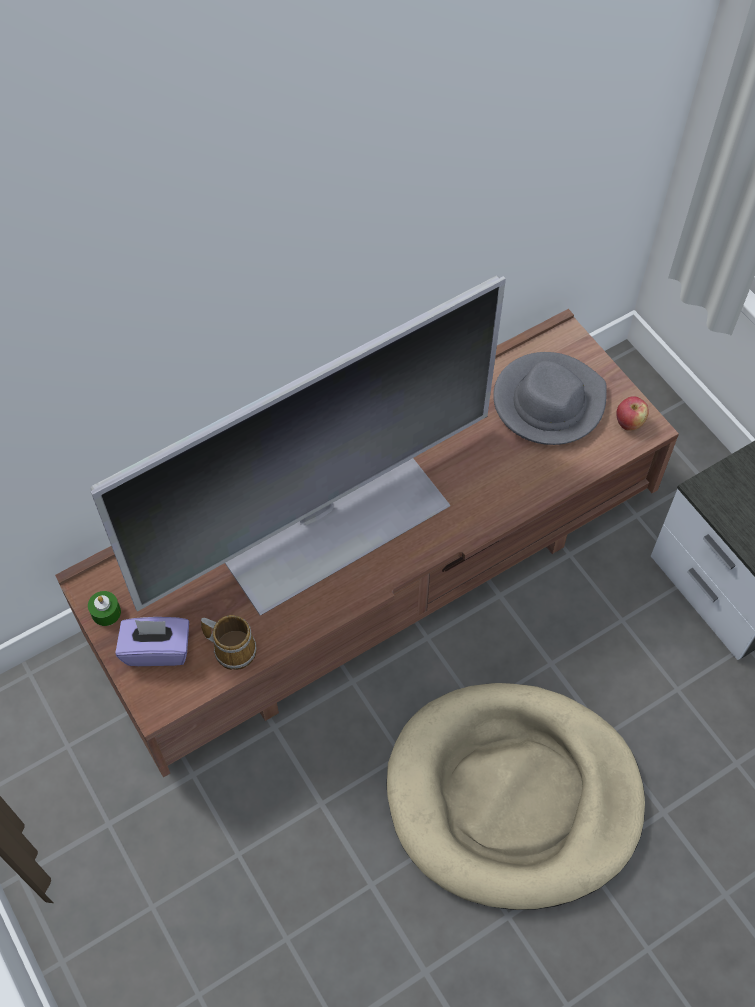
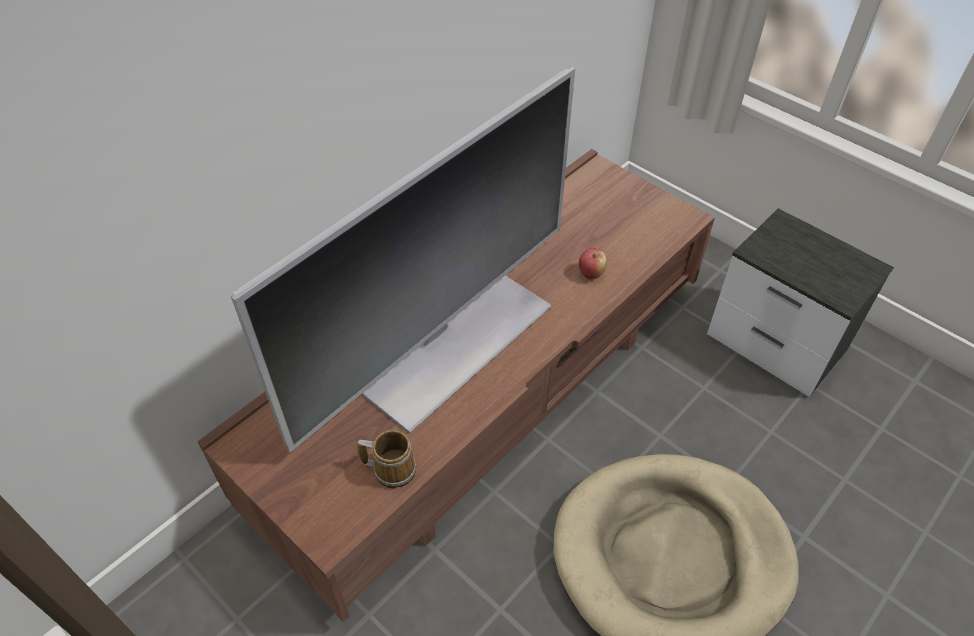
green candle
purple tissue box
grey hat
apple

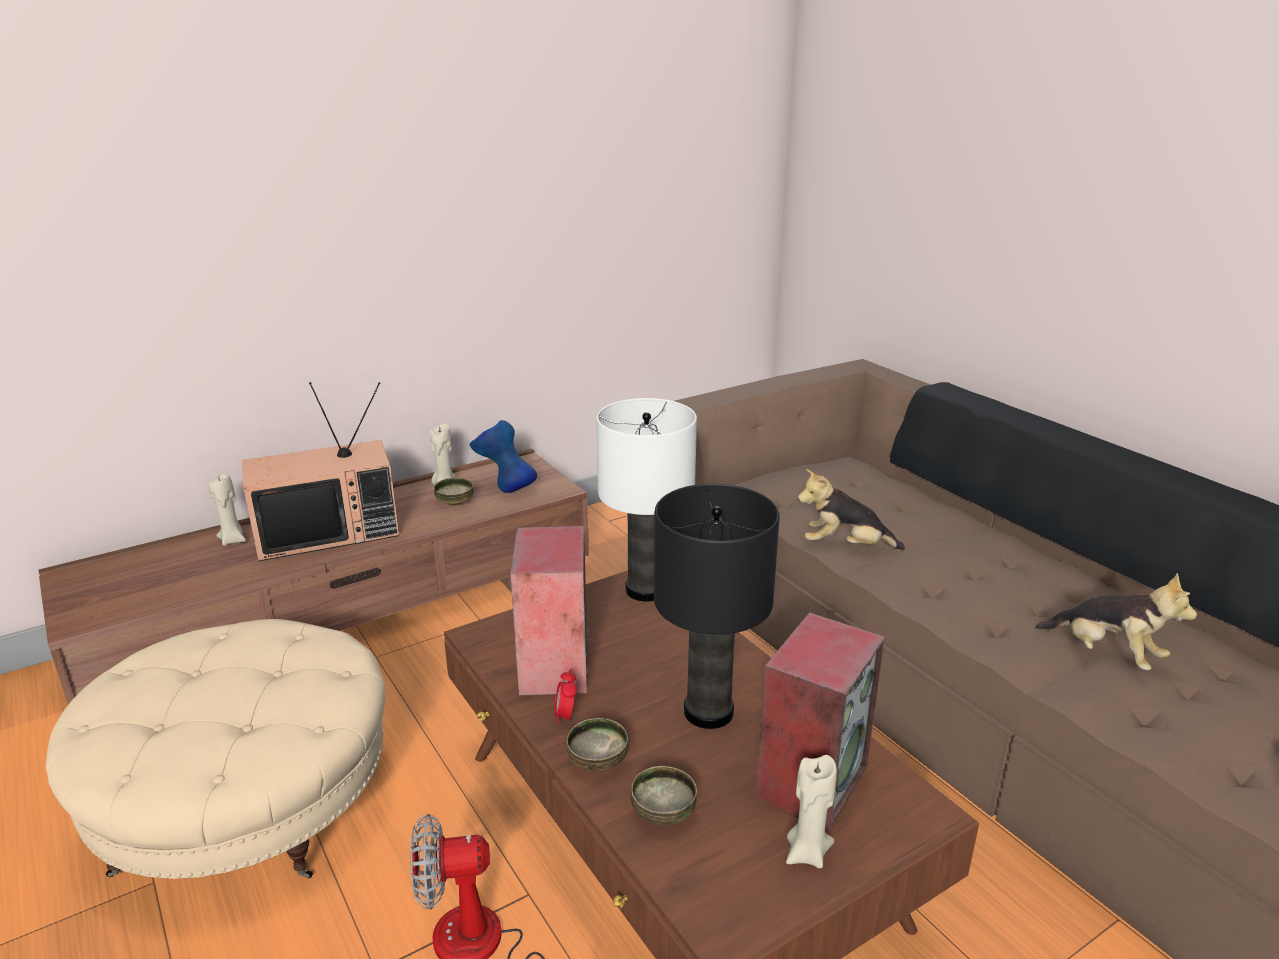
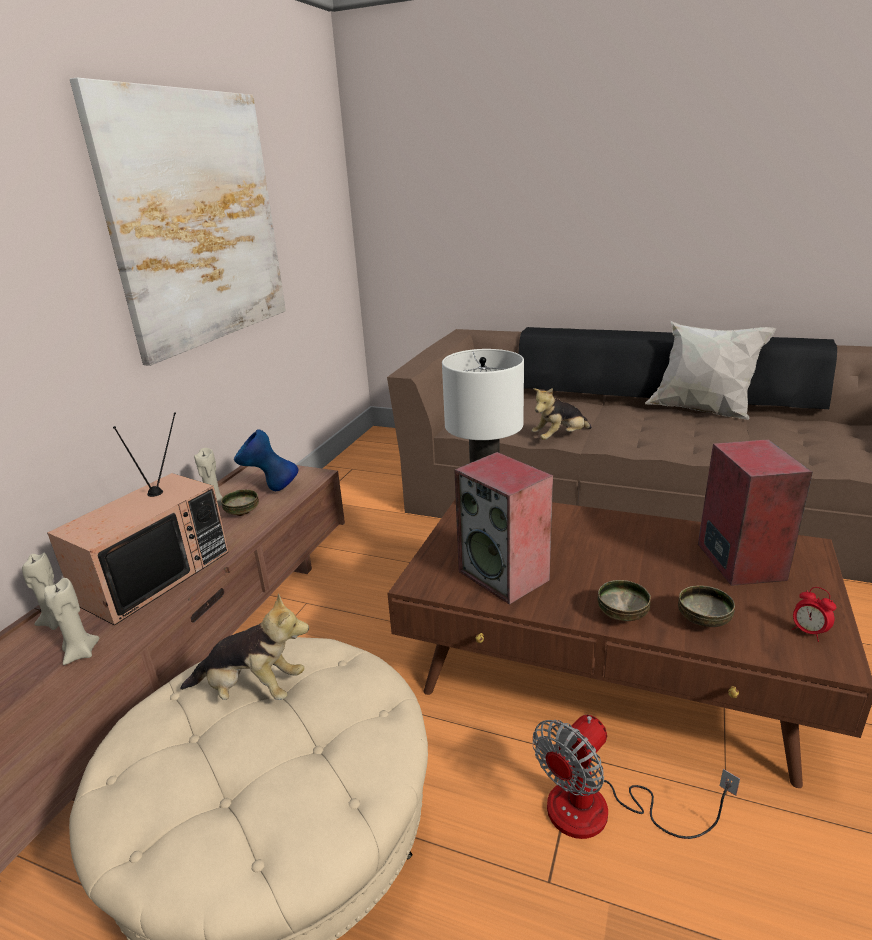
black table lamp
picture
white pillow
alarm clock
beige candle (2nd from left)
plush toy (1st from left)

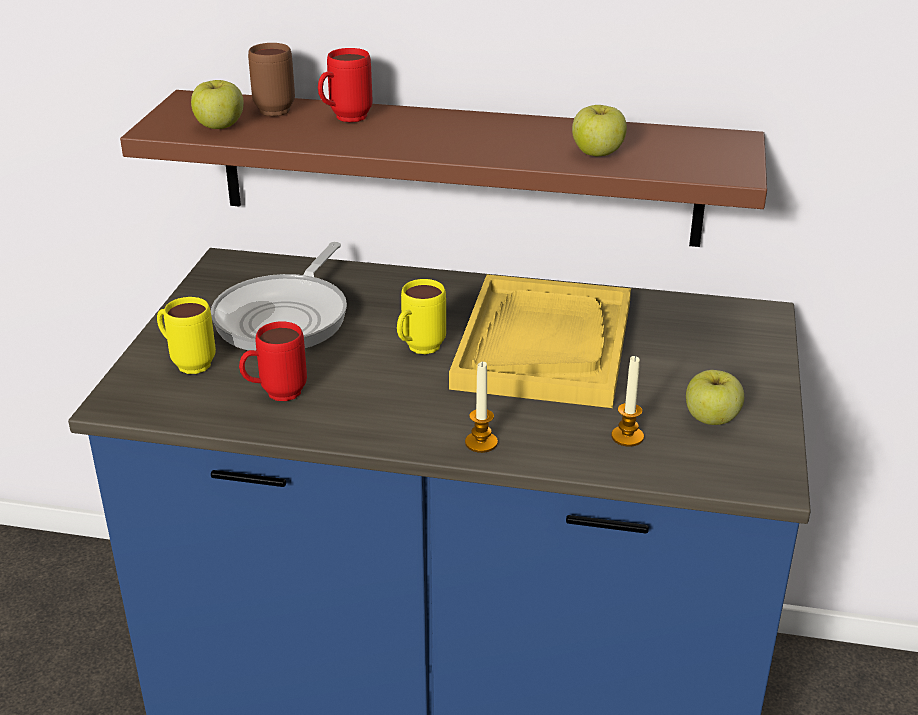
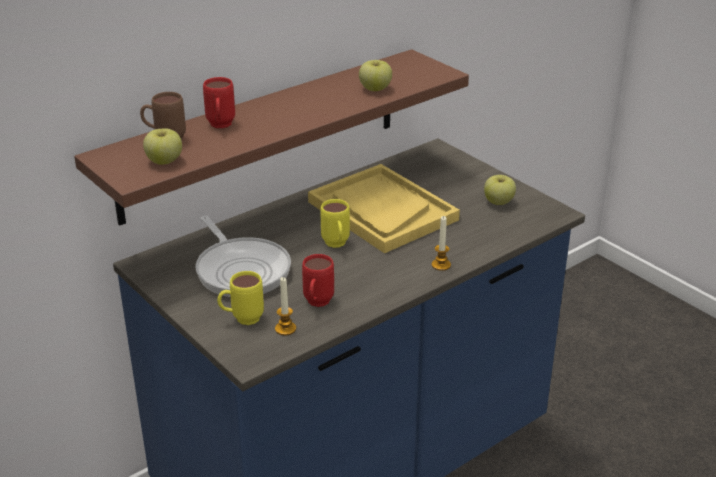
candle (1st from left)

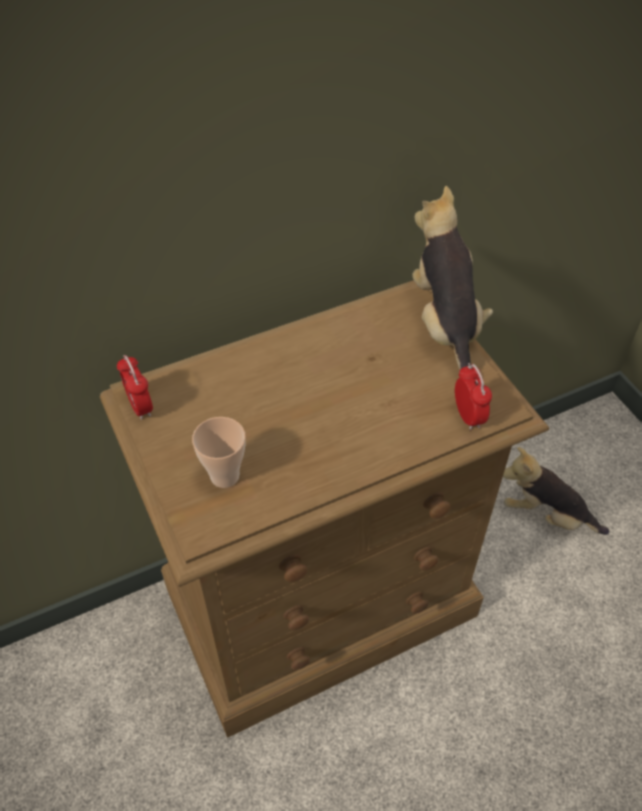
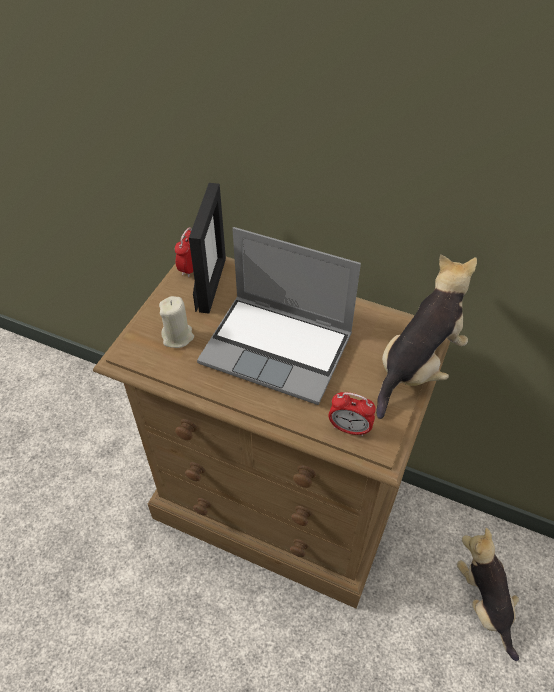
picture frame
laptop
beige candle
alarm clock (2nd from left)

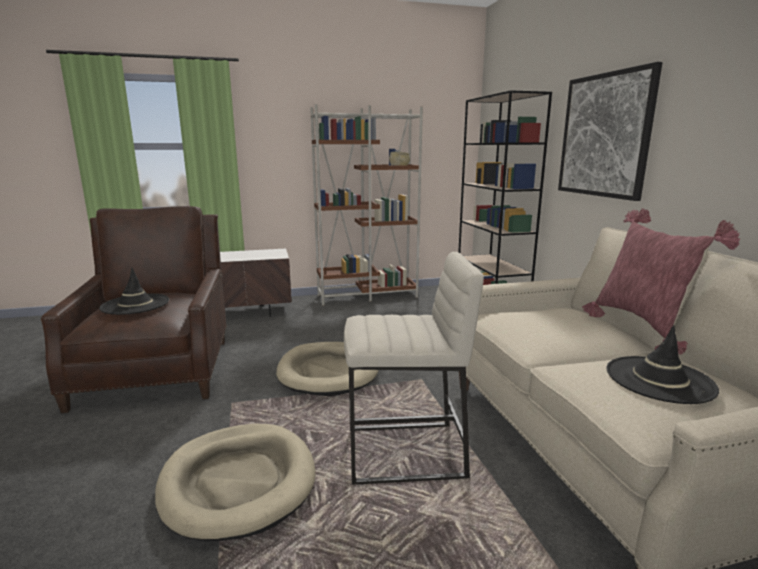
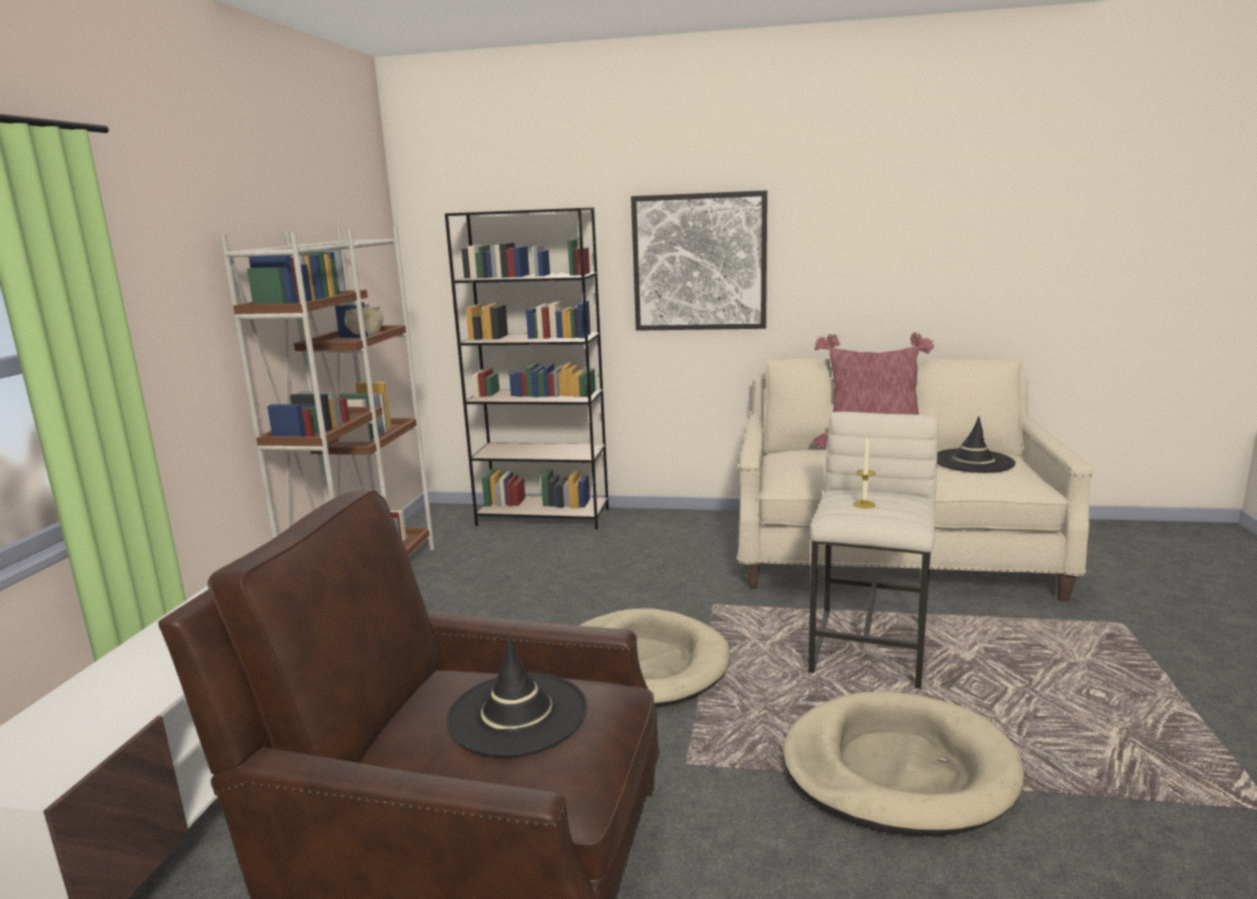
candle

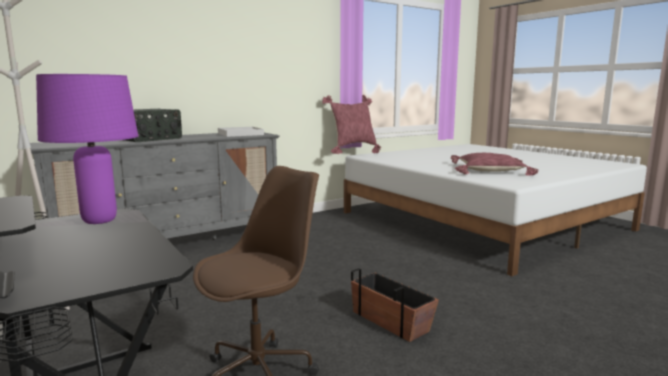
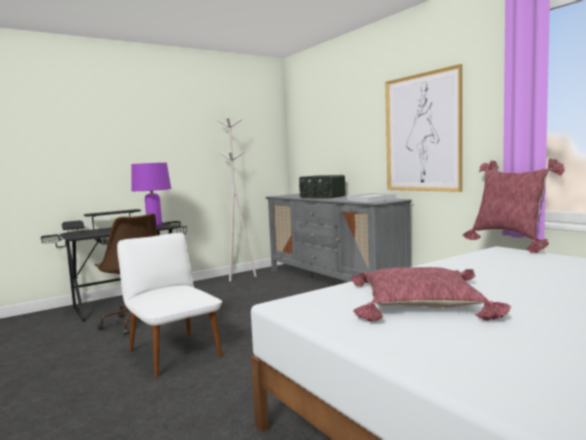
picture
white chair

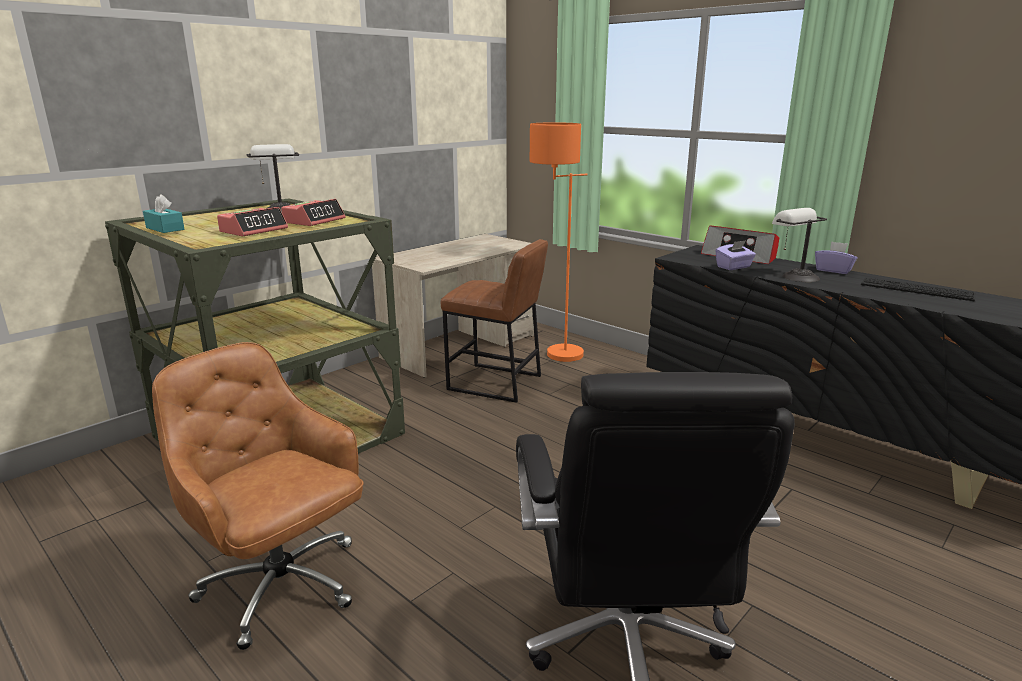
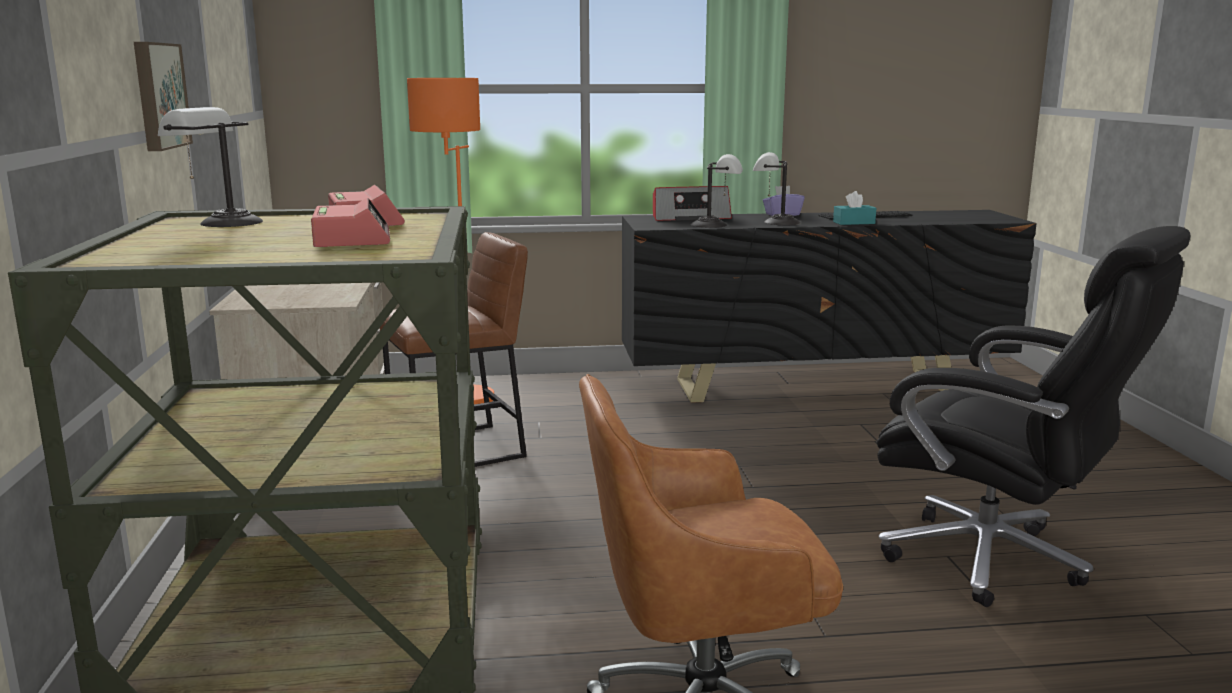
picture
turquoise tissue box
table lamp (2nd from left)

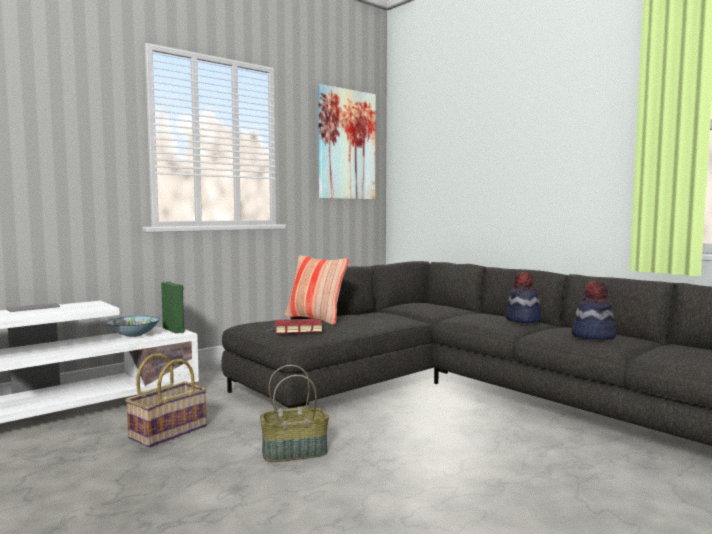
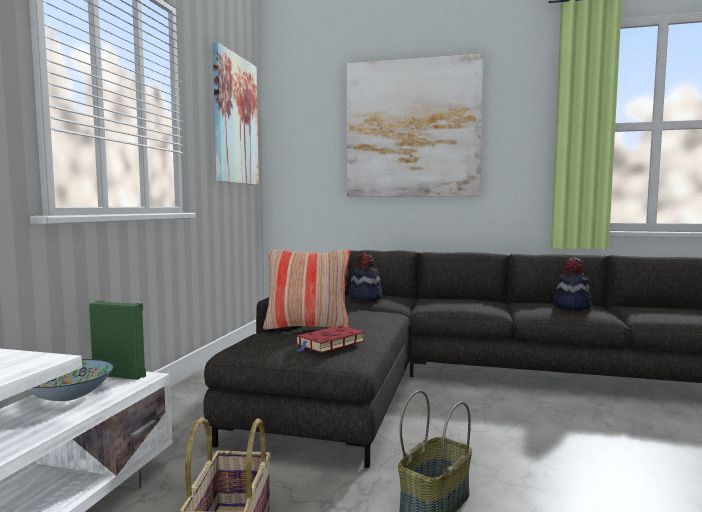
picture (2nd from left)
hat (1st from left)

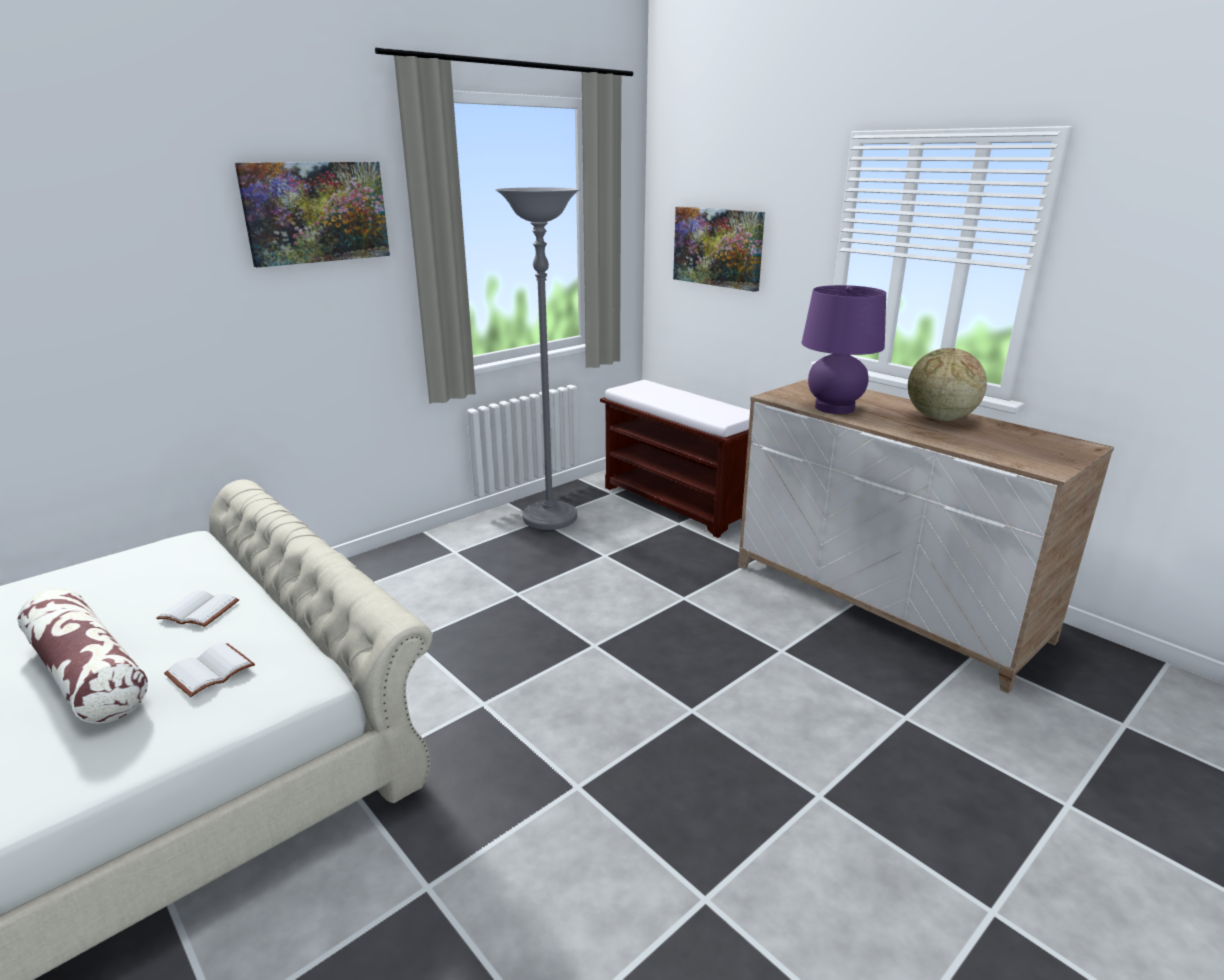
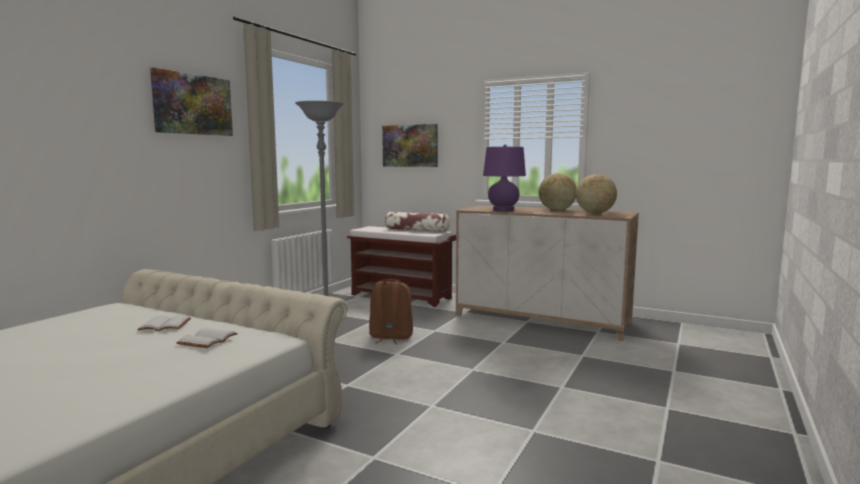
brown backpack
globe (2nd from left)
pillow

